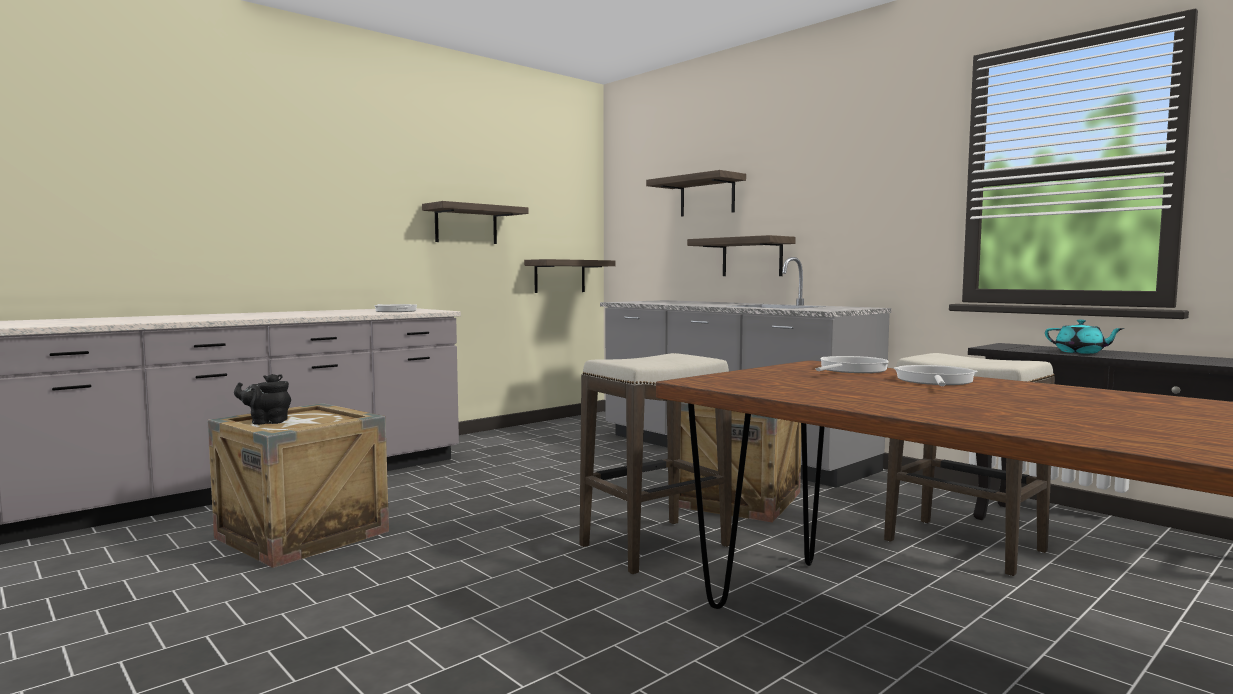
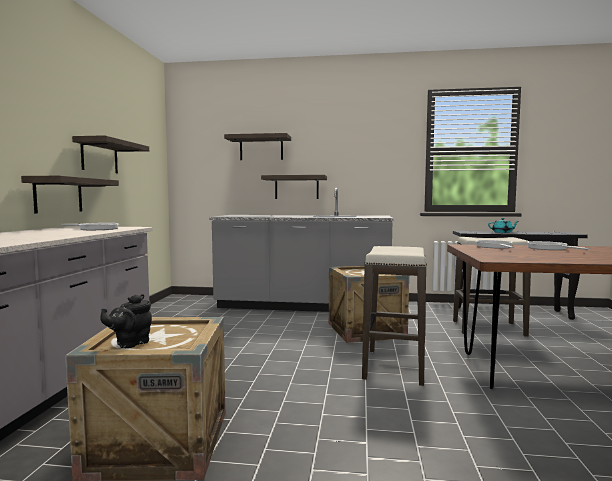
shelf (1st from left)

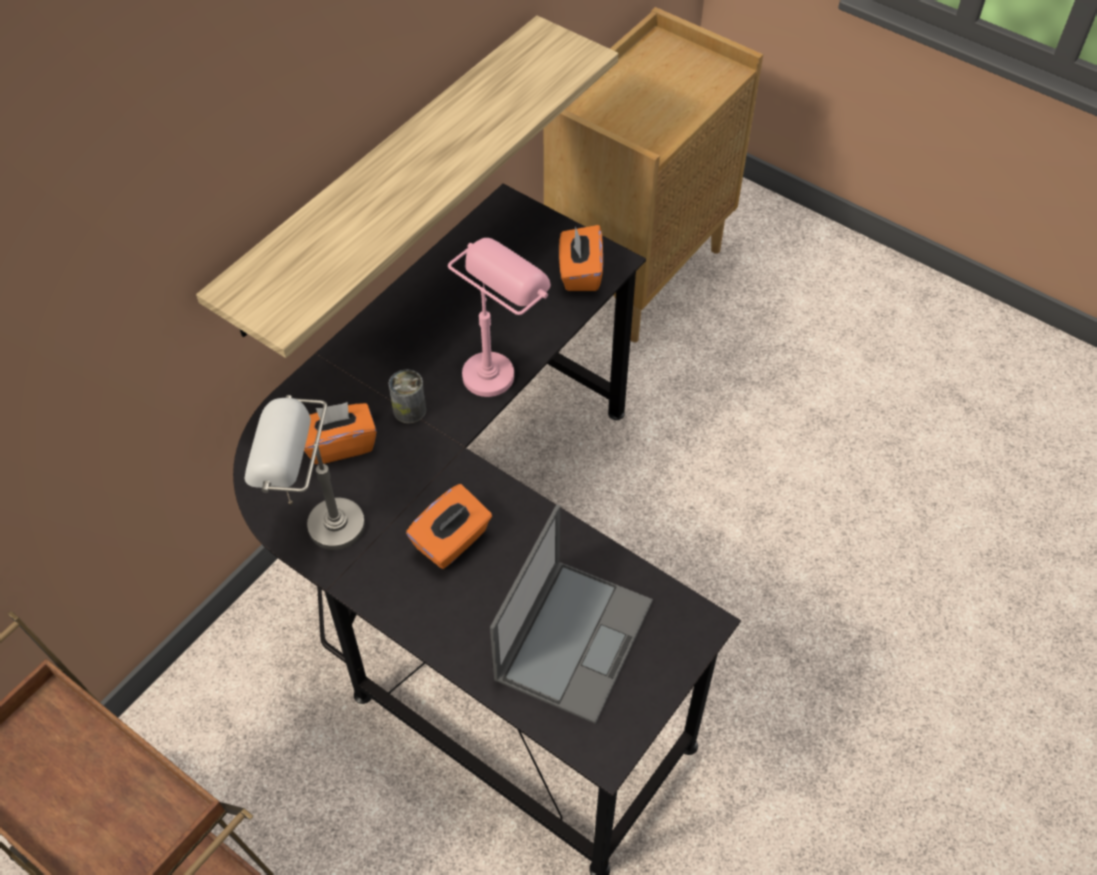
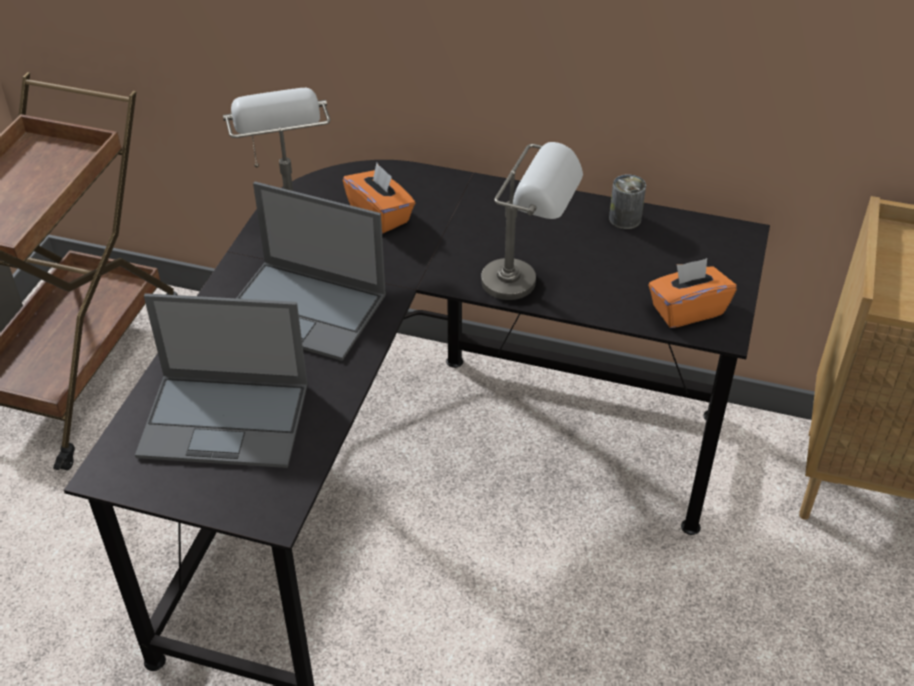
shelf
can
laptop (2nd from left)
grey table lamp (2nd from left)

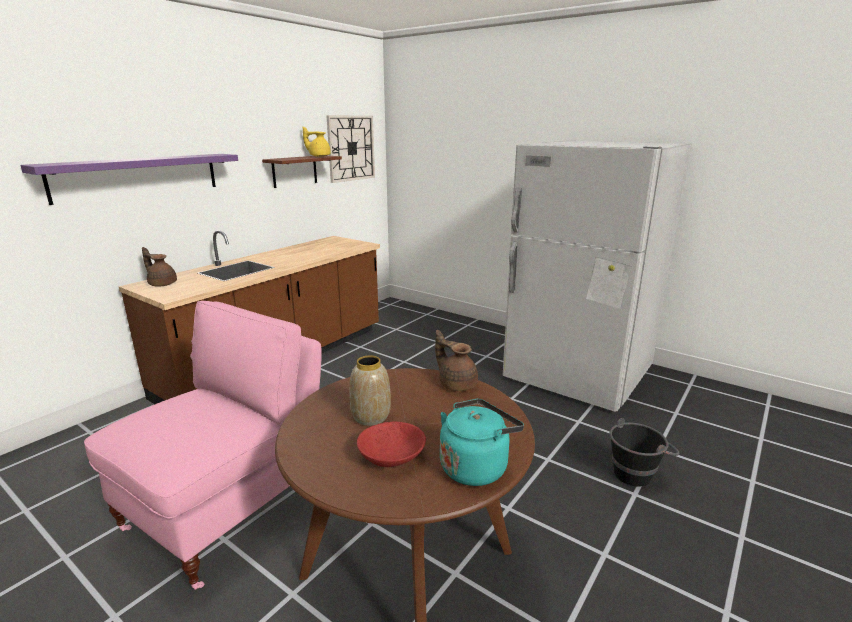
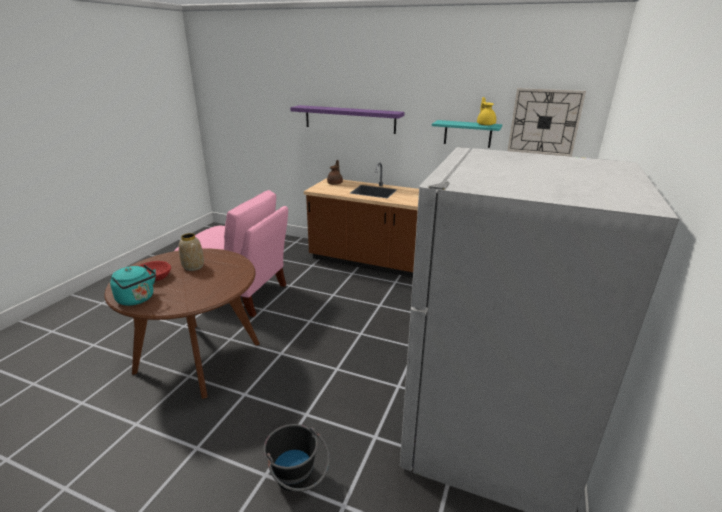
brown teapot (2nd from left in the first image)
turquoise shelf

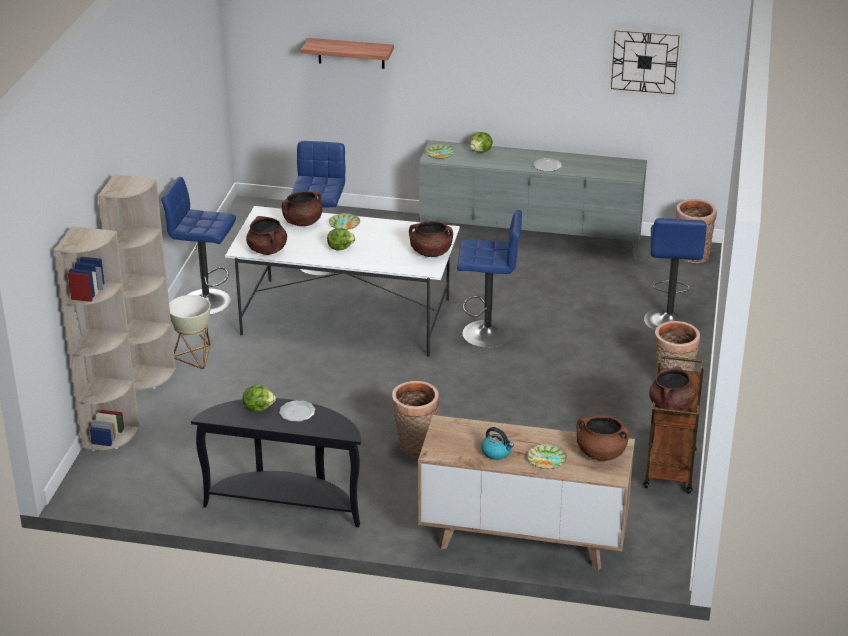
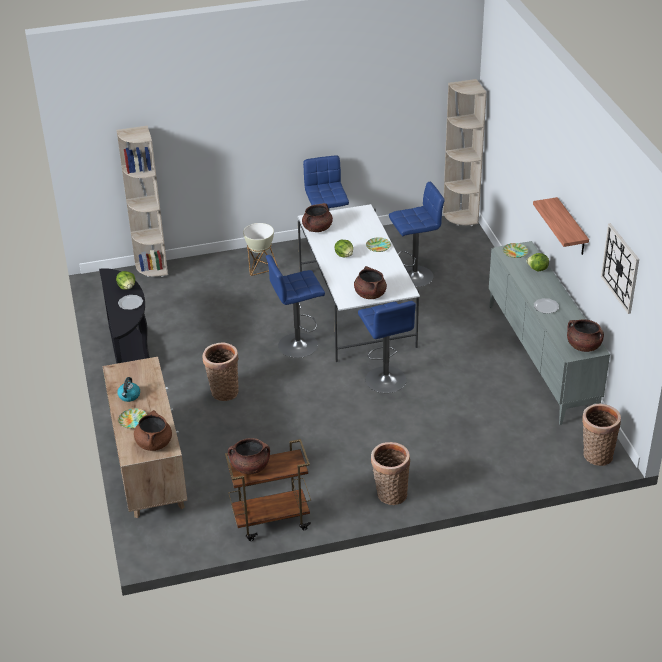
beige bookcase (2nd from left)
brown cooking pot (5th from left)
shelf
blue stool (1st from left)

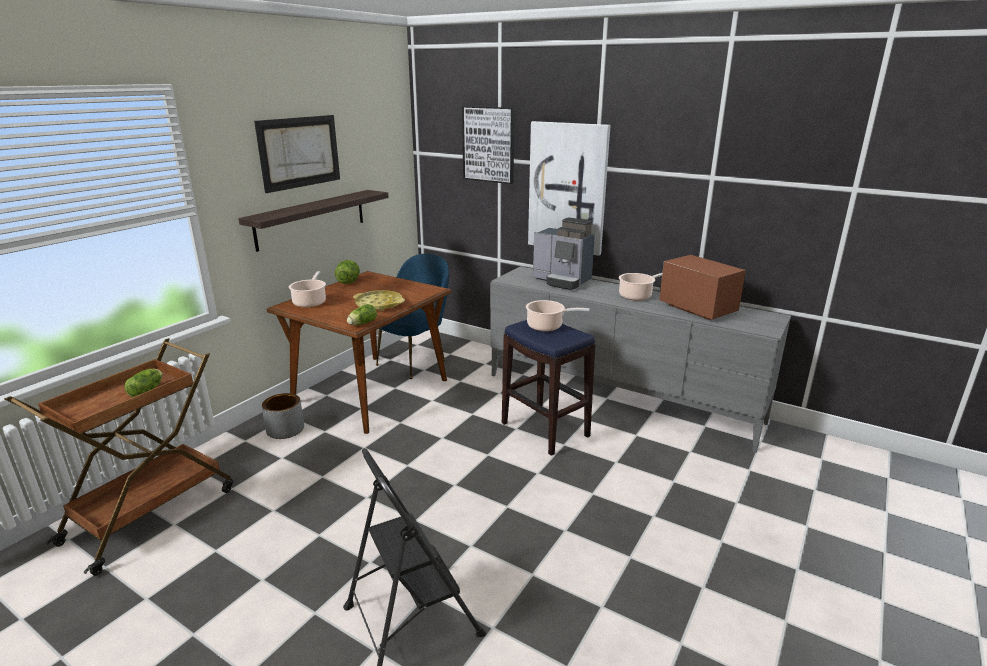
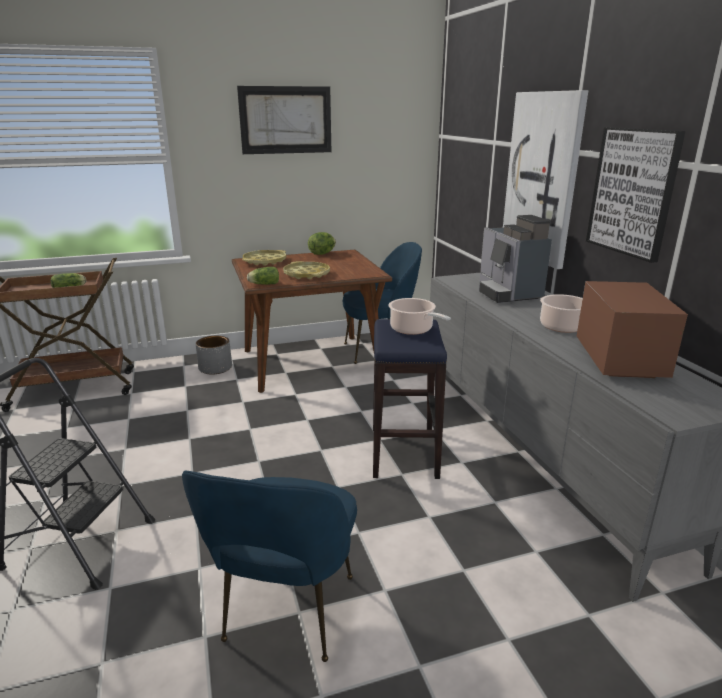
shelf
blue chair (1st from left)
picture (3rd from left)
yellow tray (1st from left)

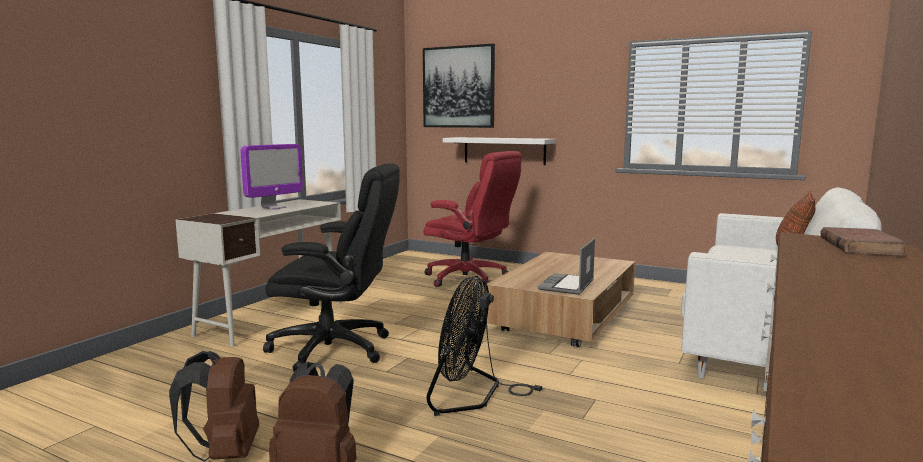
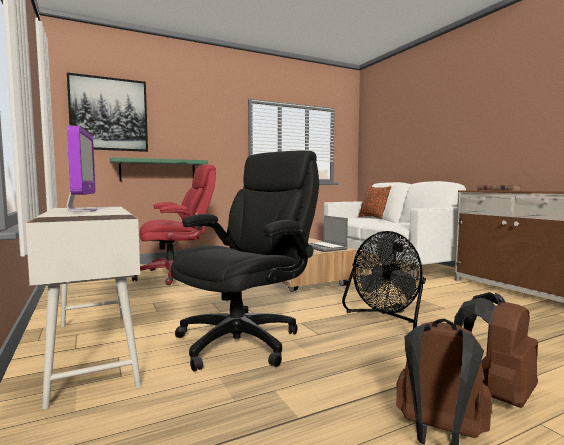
green shelf

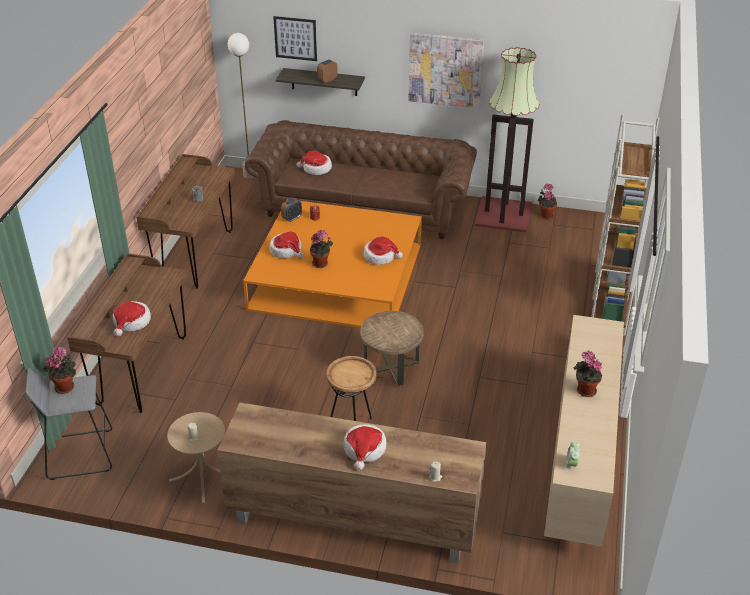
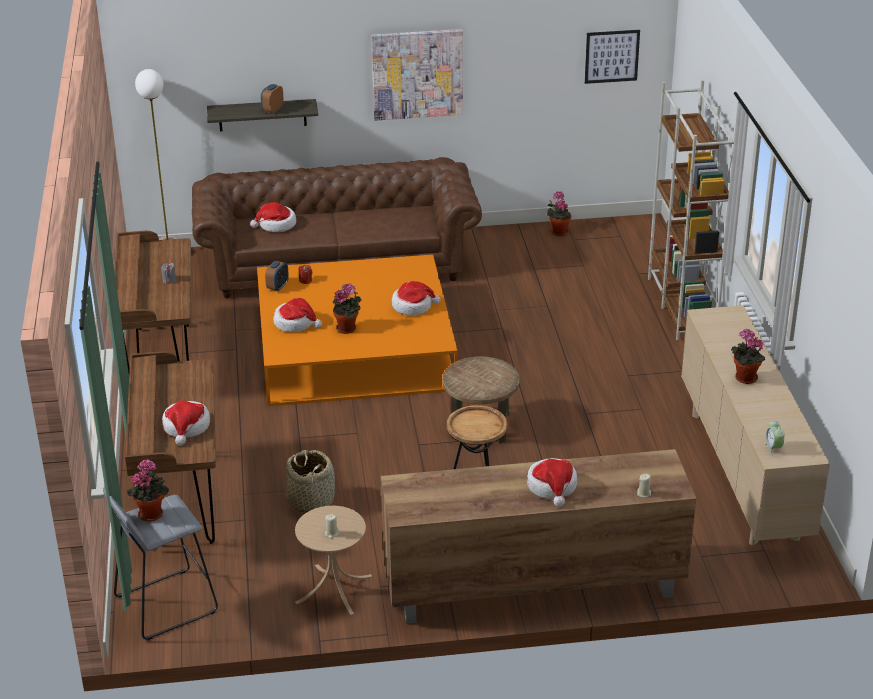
floor lamp (2nd from left in the first image)
basket
picture (2nd from left)

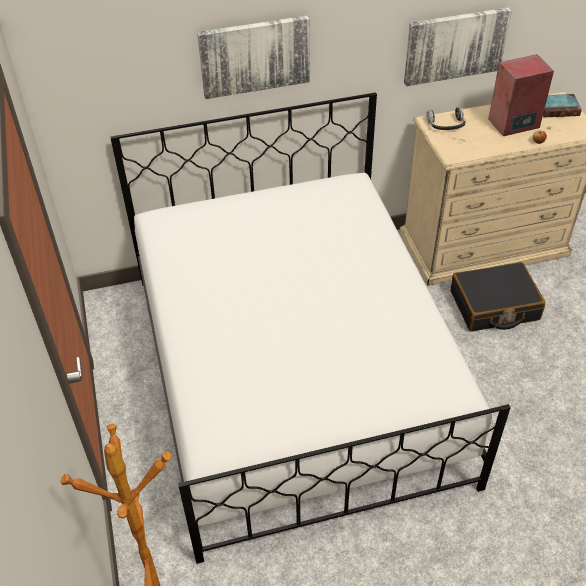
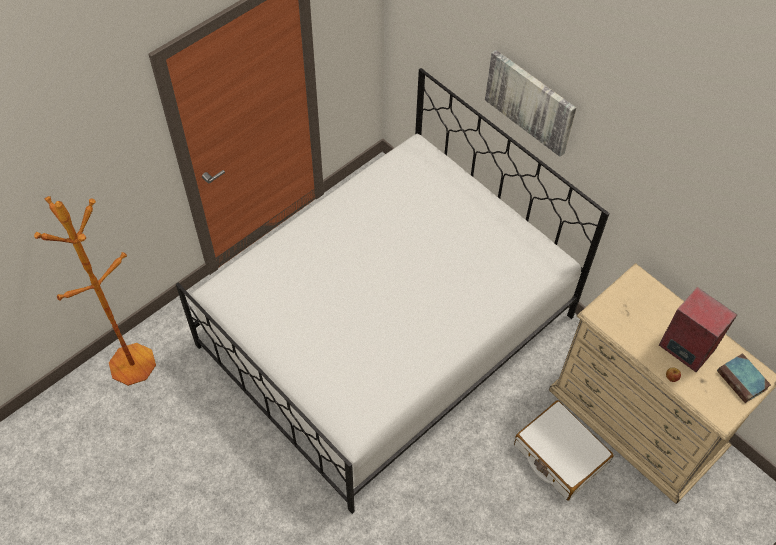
picture (2nd from left in the first image)
headphones
white suitcase

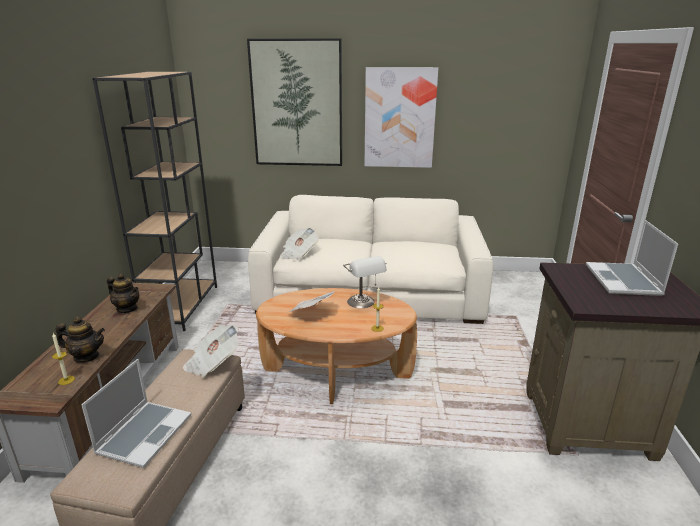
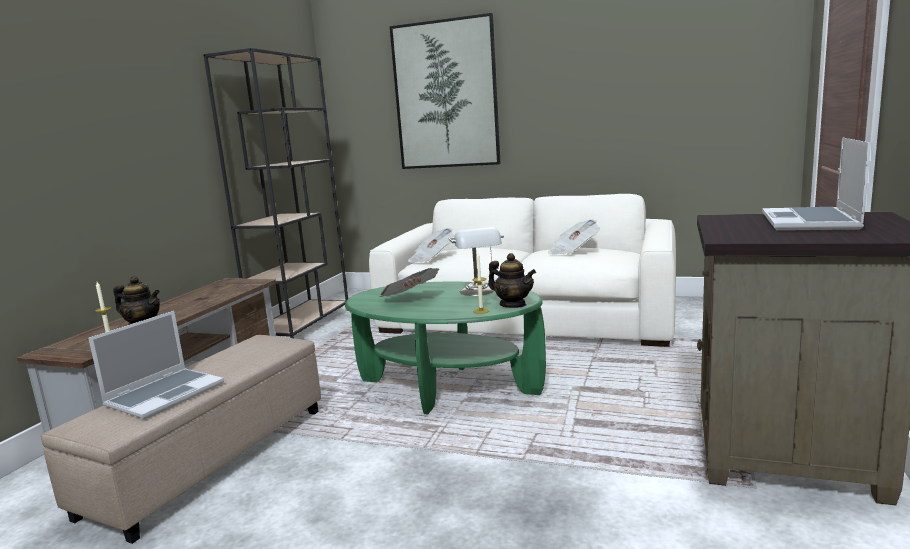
picture (2nd from left in the first image)
teapot (2nd from left)
newspaper (3rd from left)
green coffee table

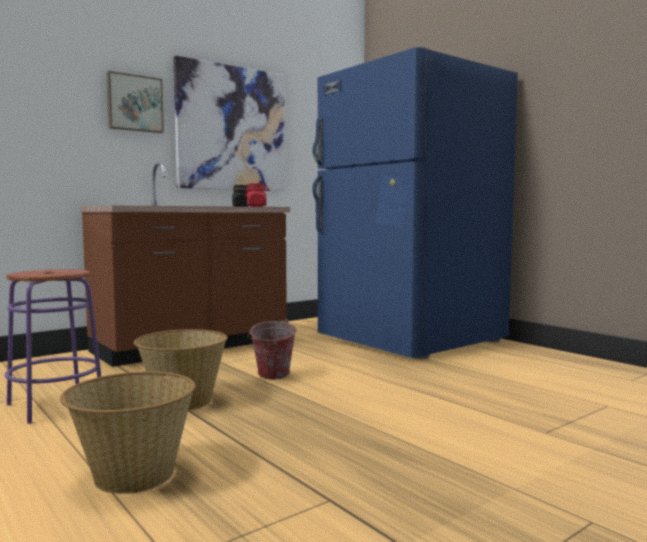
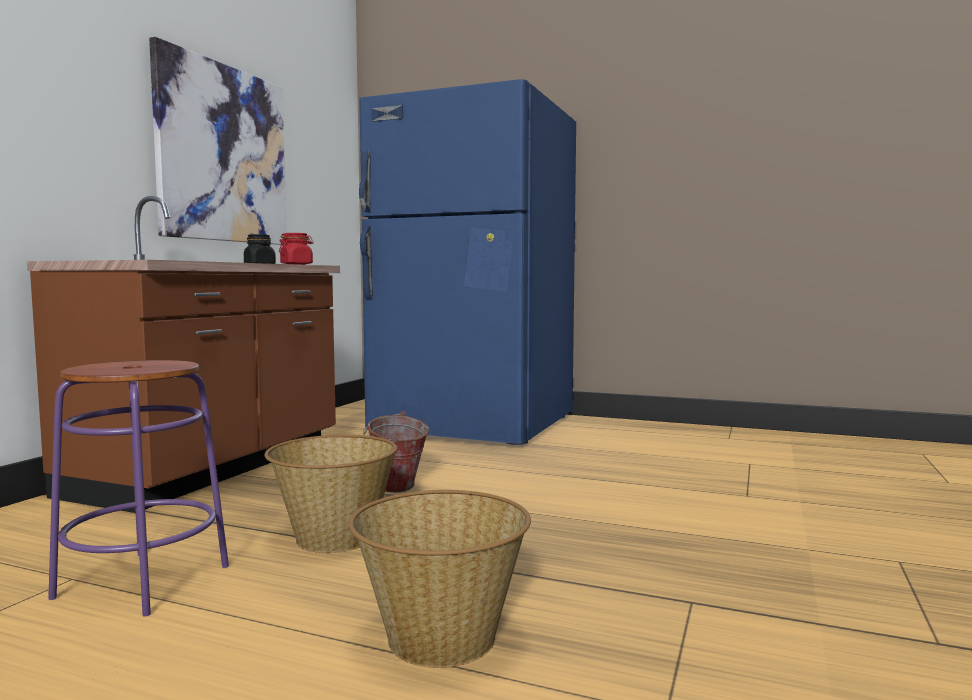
picture (1st from left in the first image)

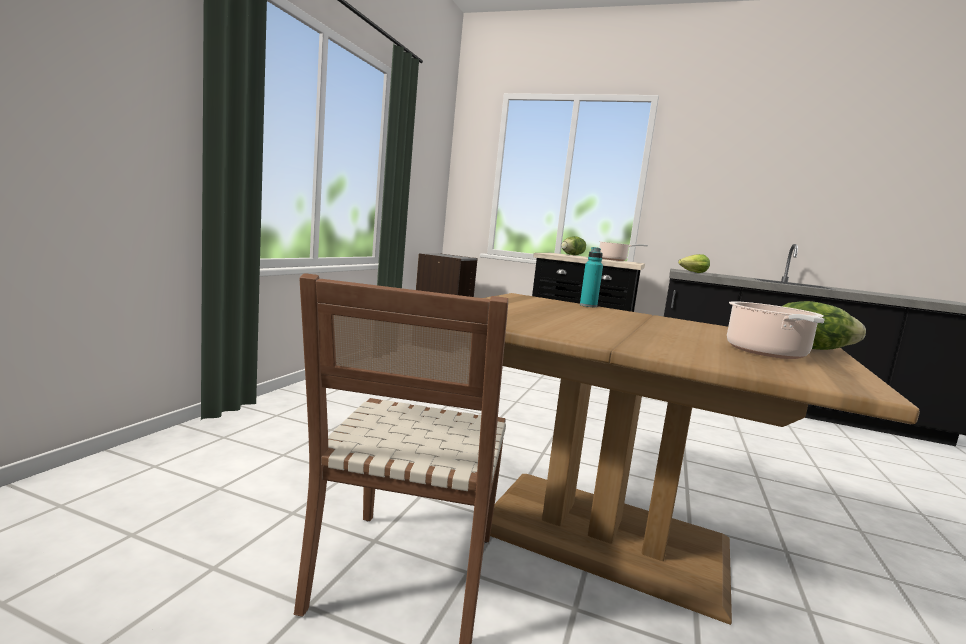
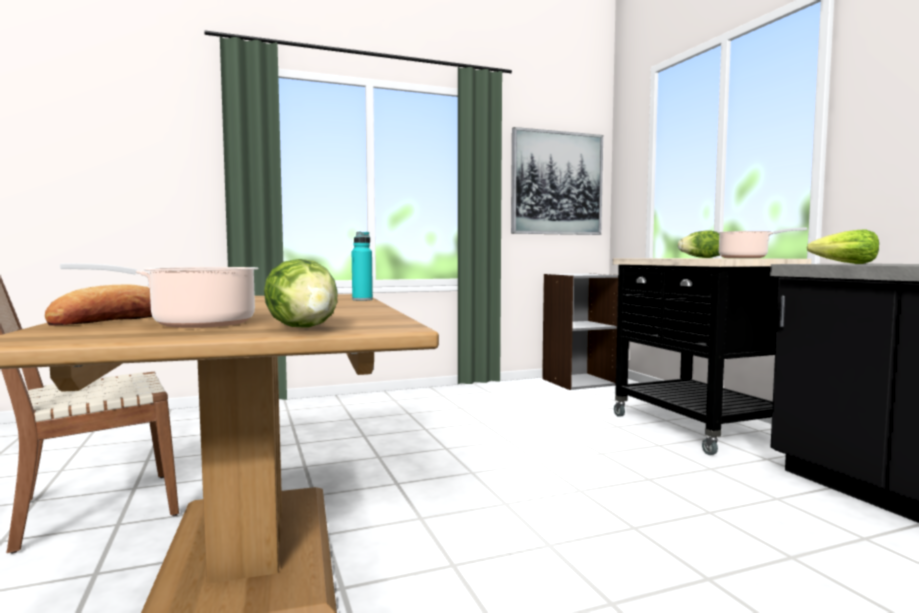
bread
picture

